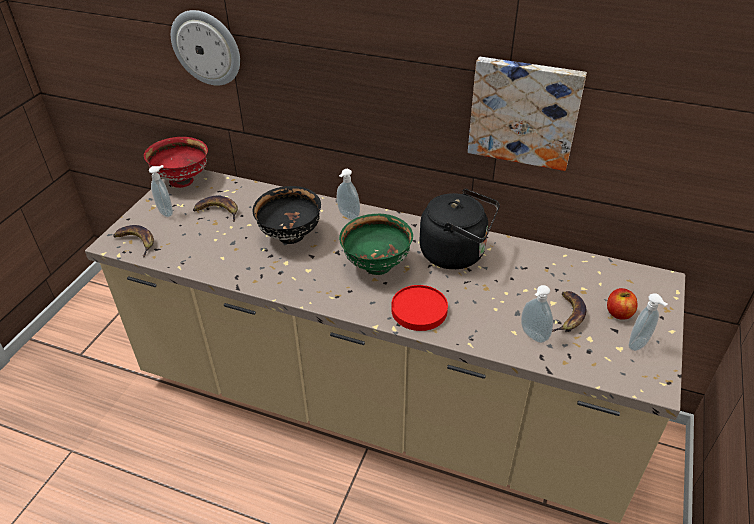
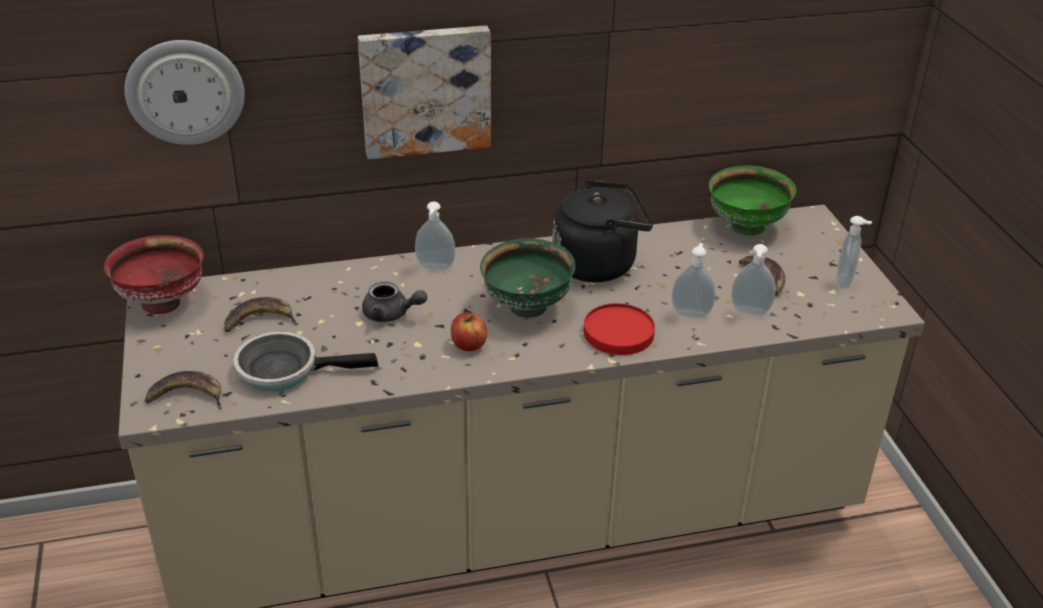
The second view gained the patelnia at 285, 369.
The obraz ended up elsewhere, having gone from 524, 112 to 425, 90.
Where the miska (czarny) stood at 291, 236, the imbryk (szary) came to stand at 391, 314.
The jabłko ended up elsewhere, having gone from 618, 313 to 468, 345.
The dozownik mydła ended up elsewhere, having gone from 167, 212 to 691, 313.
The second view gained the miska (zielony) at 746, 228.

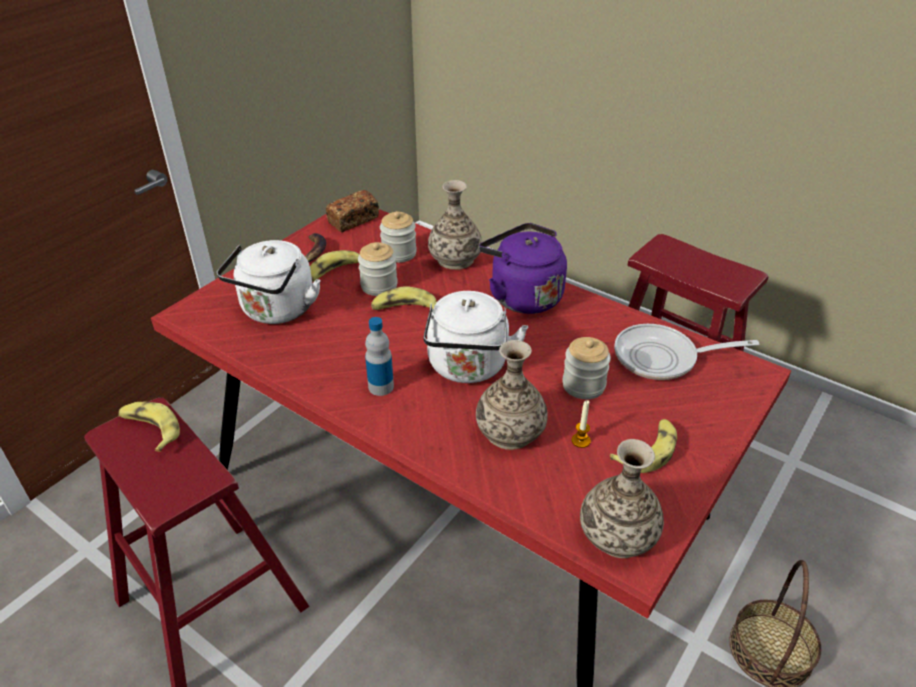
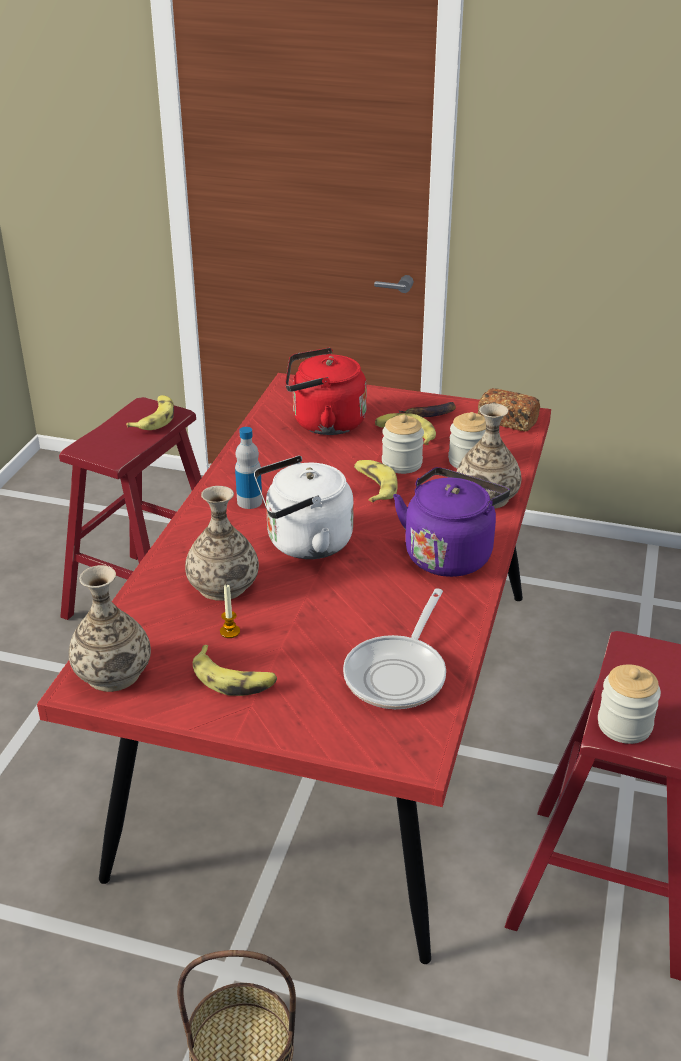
What was the czajnik (biały) at 276, 311 turned into the czajnik (czerwony) at 324, 423.
The patelnia at 662, 358 ended up facing another way, 135 degrees counterclockwise from before.
The słoik ended up elsewhere, having gone from 583, 385 to 624, 725.

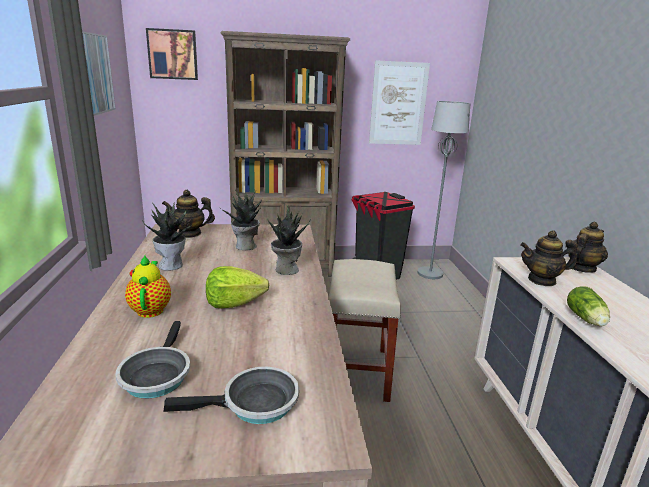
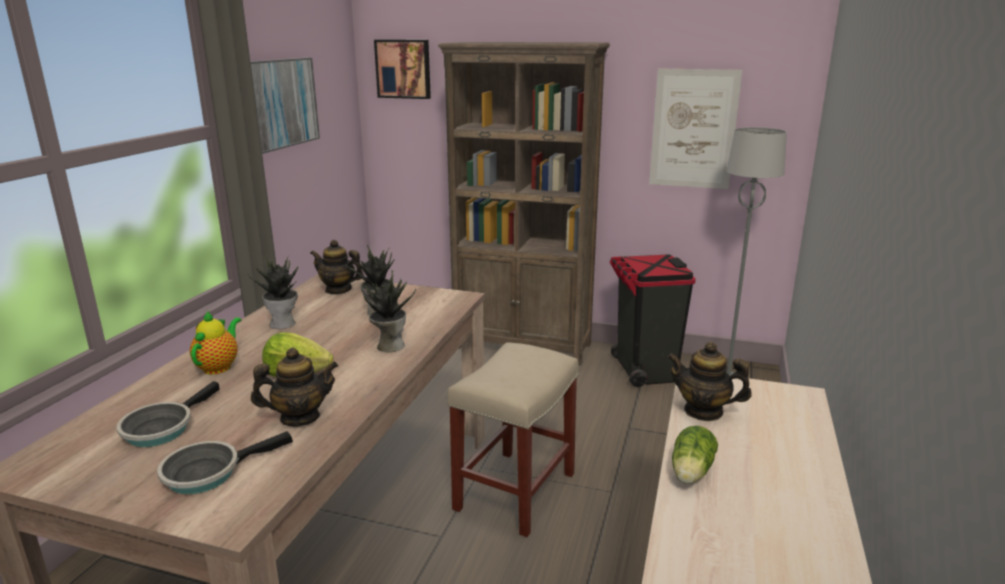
The patelnia at 254, 404 ended up facing another way, 135 degrees clockwise from before.
The imbryk ended up elsewhere, having gone from 581, 268 to 299, 418.

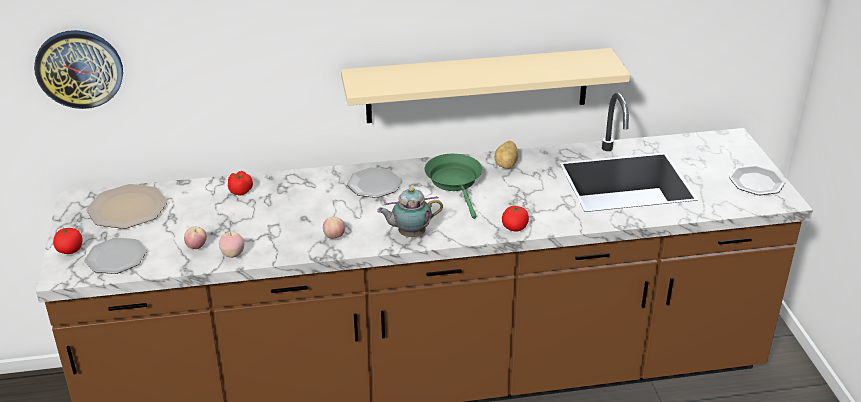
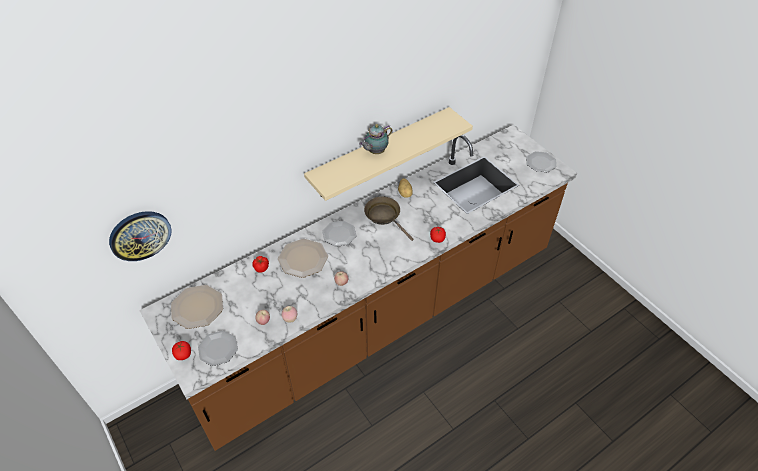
The second view gained the talerz at 303, 259.
The imbryk ended up elsewhere, having gone from 409, 234 to 375, 152.
What was the patelnia (zielony) at 455, 182 turned into the patelnia (brązowy) at 384, 216.

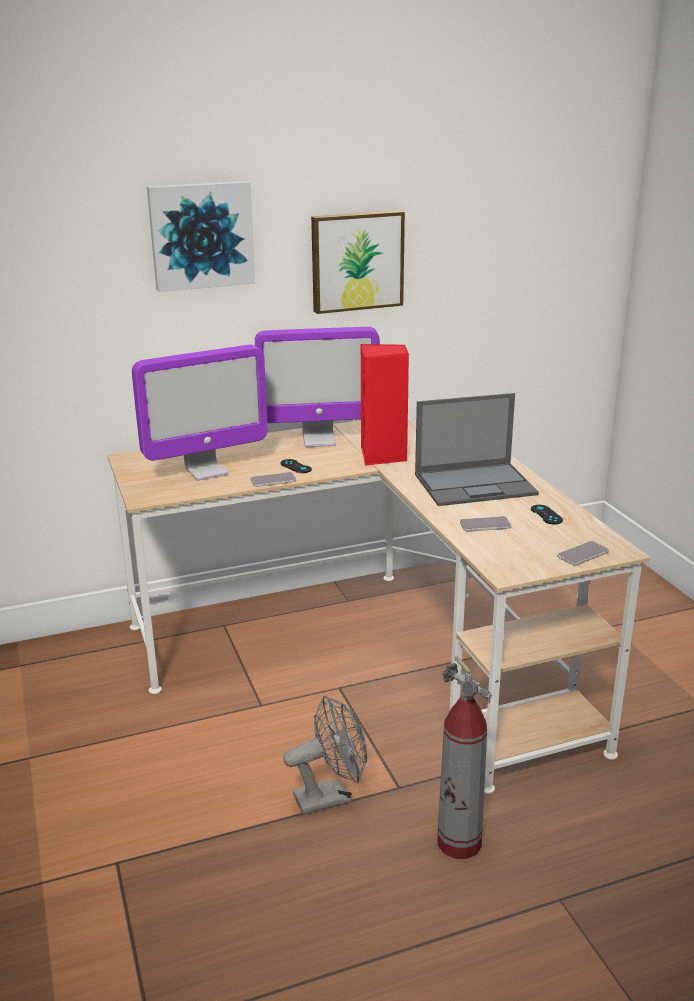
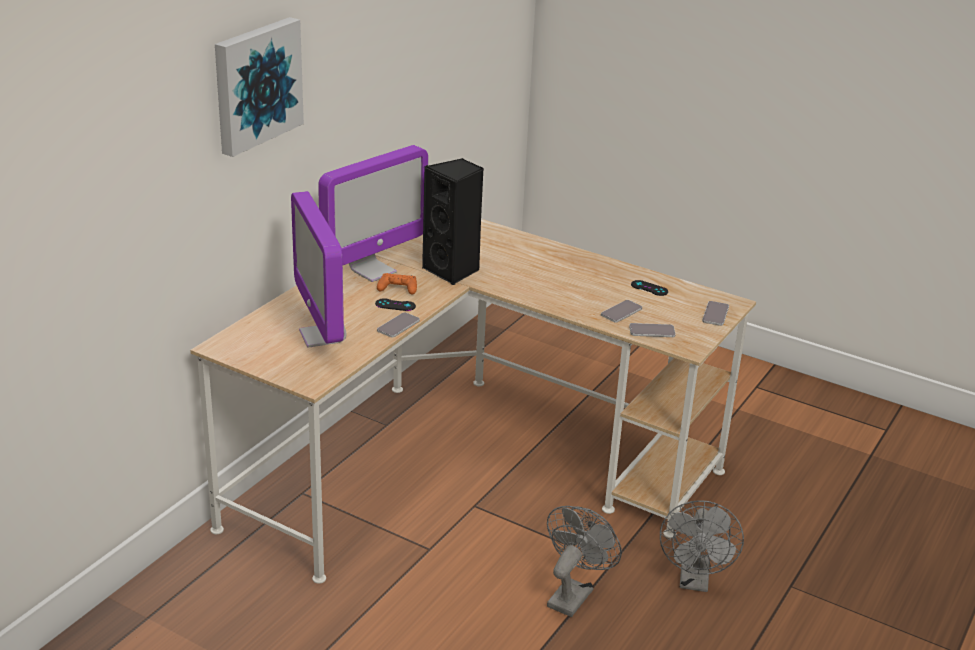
The monitor at 206, 471 ended up facing another way, 135 degrees clockwise from before.
The second view gained the pad do gier (pomarańczowy) at 398, 288.
What was the głośnik (czerwony) at 383, 456 turned into the głośnik (czarny) at 453, 271.
The second view gained the telefon at 652, 331.
Where the gaśnica stood at 459, 843, the wentylator (szary) came to stand at 694, 581.
The second view lost the obraz at 356, 261.
The second view lost the laptop at 476, 484.

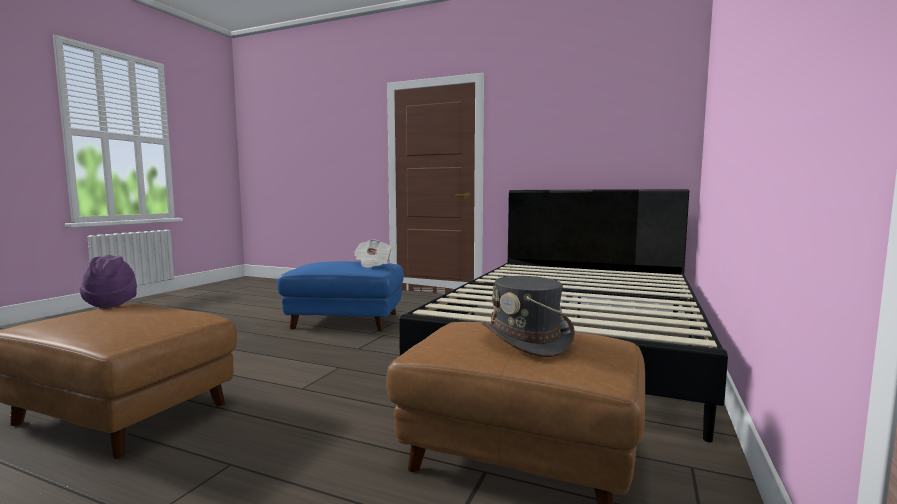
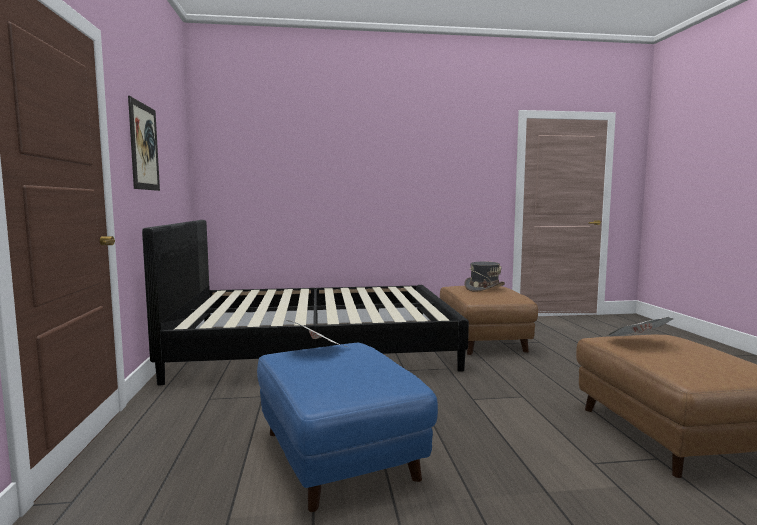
The second view gained the obraz at 144, 147.
The second view gained the gazeta at 636, 343.
The second view lost the kapelusz (fioletowy) at 111, 303.

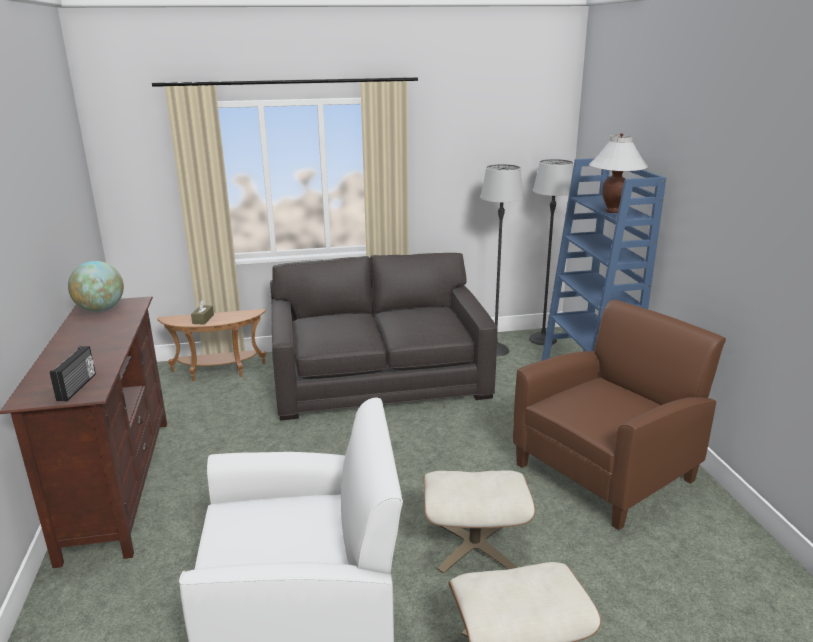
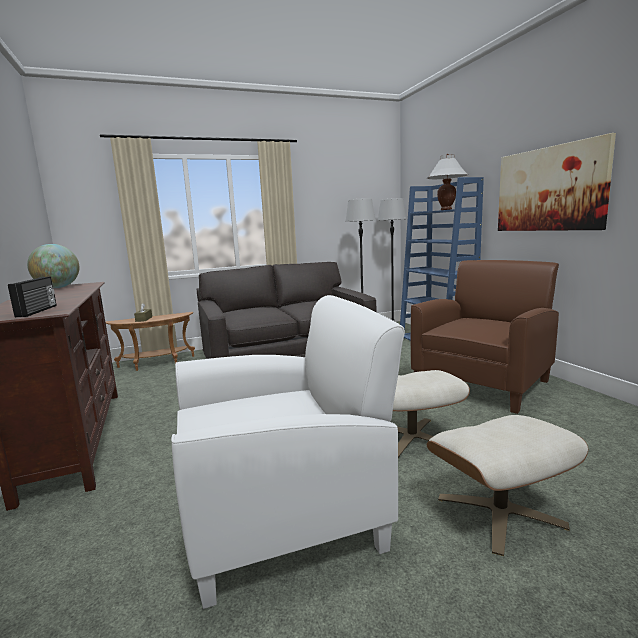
The second view gained the obraz at 549, 189.

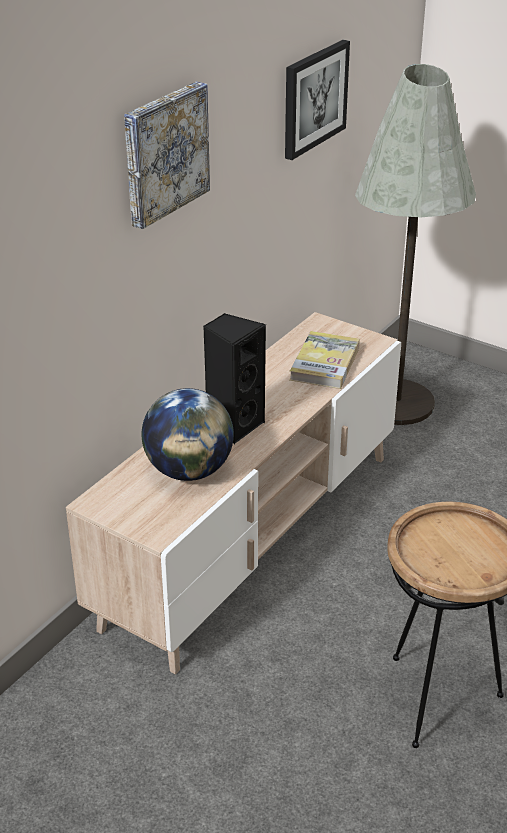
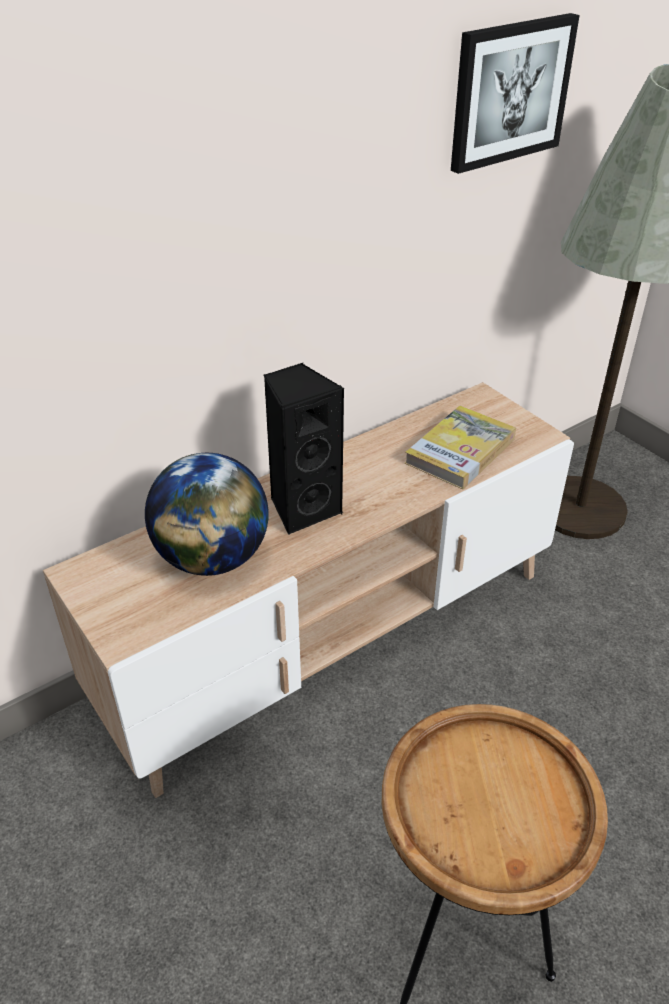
The second view lost the obraz at 164, 153.

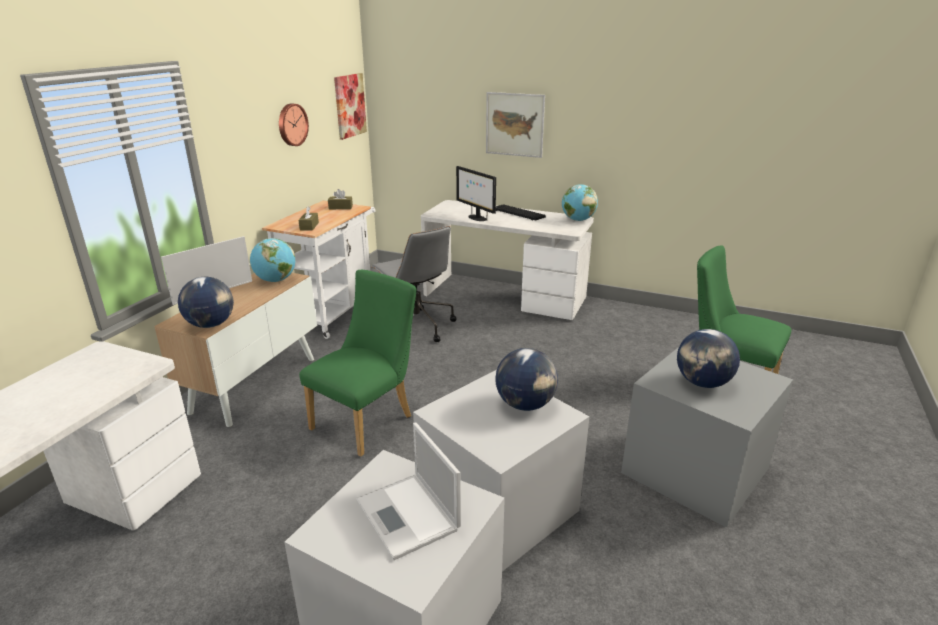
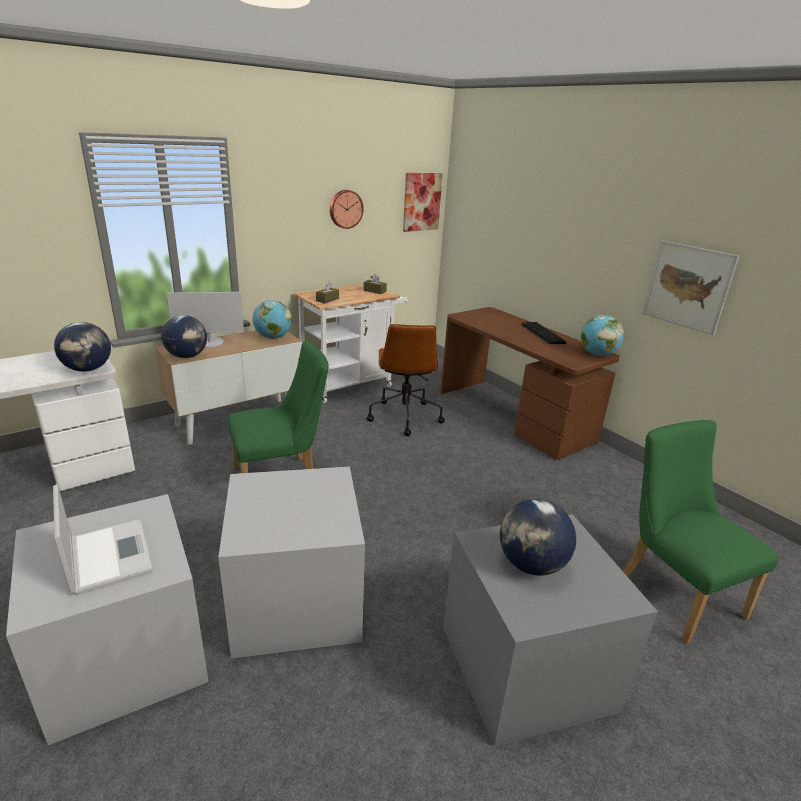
The laptop at 408, 516 ended up facing another way, 150 degrees clockwise from before.
The globus ended up elsewhere, having gone from 525, 405 to 88, 369.
What was the krzesło biurowe (szary) at 416, 326 turned into the krzesło biurowe (brązowy) at 404, 416.
What was the biurko (biały) at 504, 296 turned into the biurko (brązowy) at 514, 415.
The obraz ended up elsewhere, having gone from 514, 124 to 687, 286.
The second view lost the monitor at 476, 218.

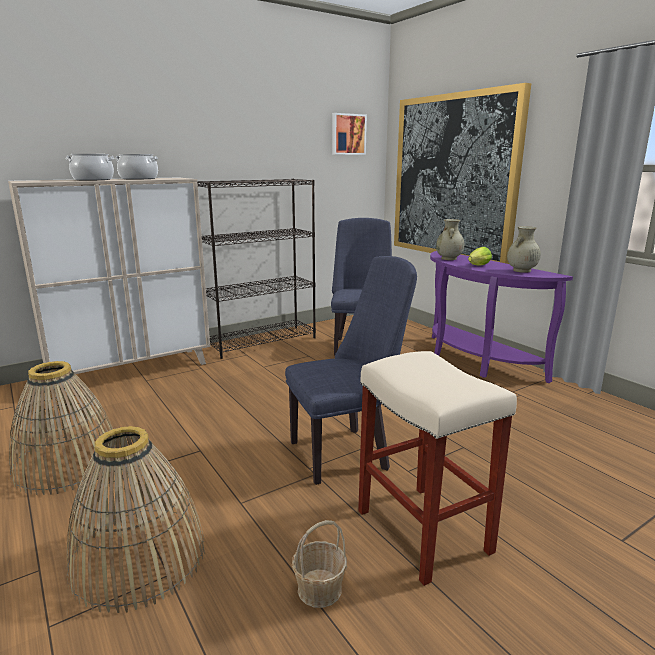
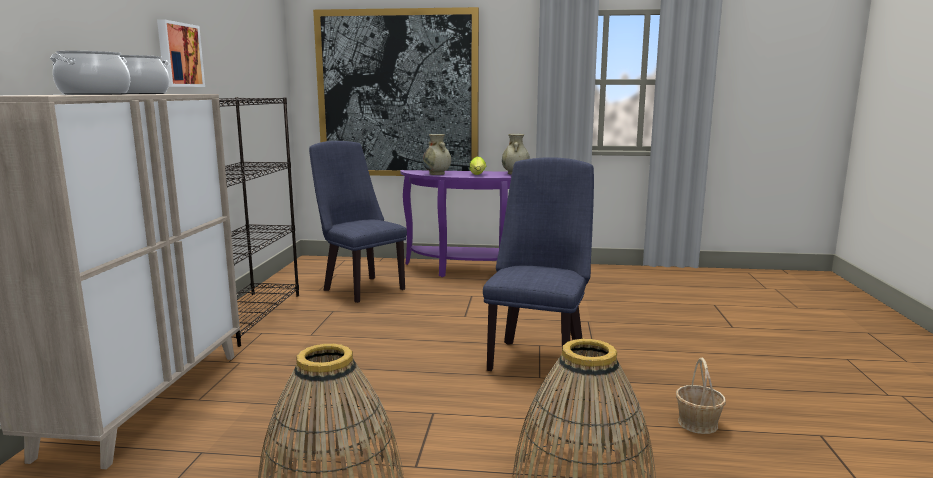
The obraz ended up elsewhere, having gone from 348, 134 to 178, 55.
The second view lost the stołek (beżowy) at 421, 530.

